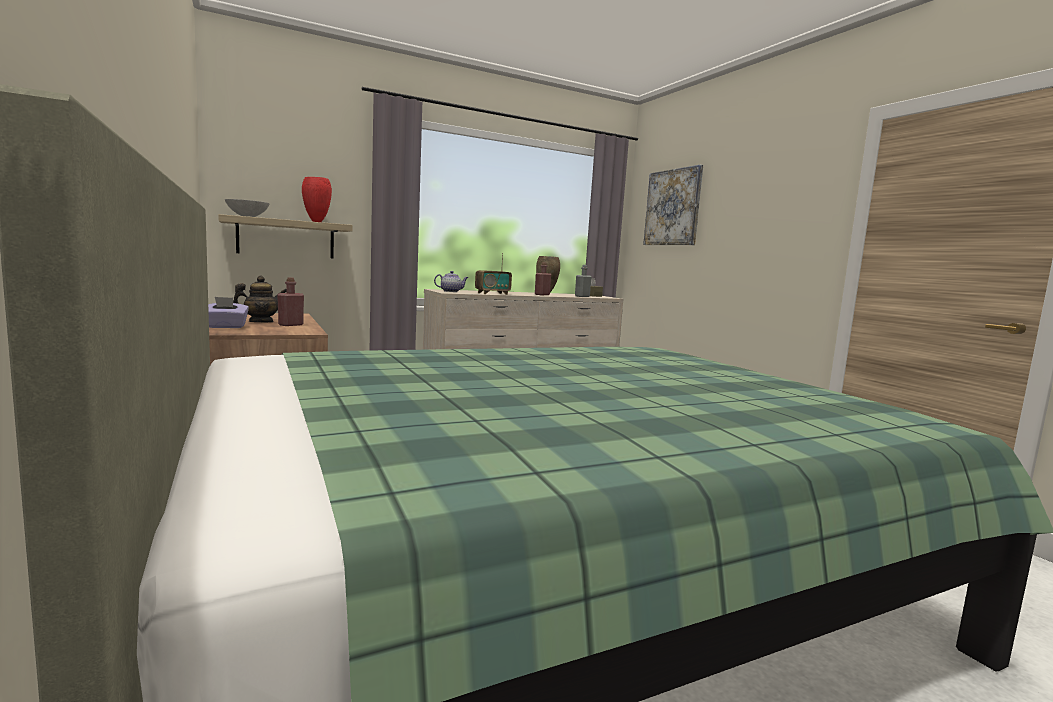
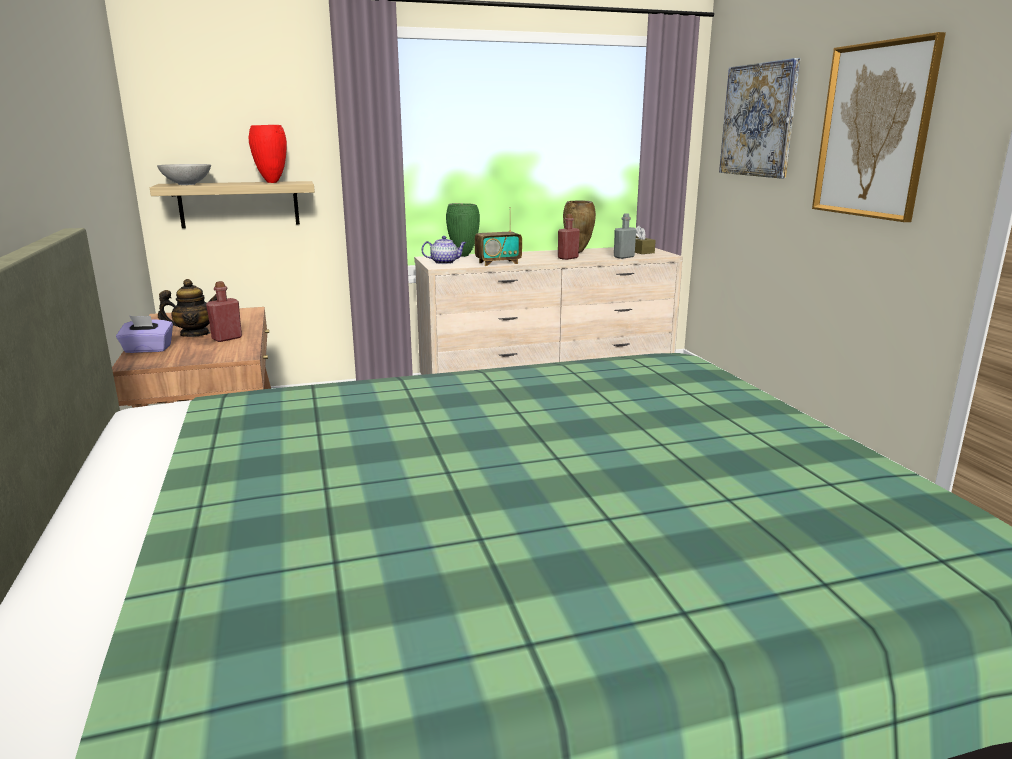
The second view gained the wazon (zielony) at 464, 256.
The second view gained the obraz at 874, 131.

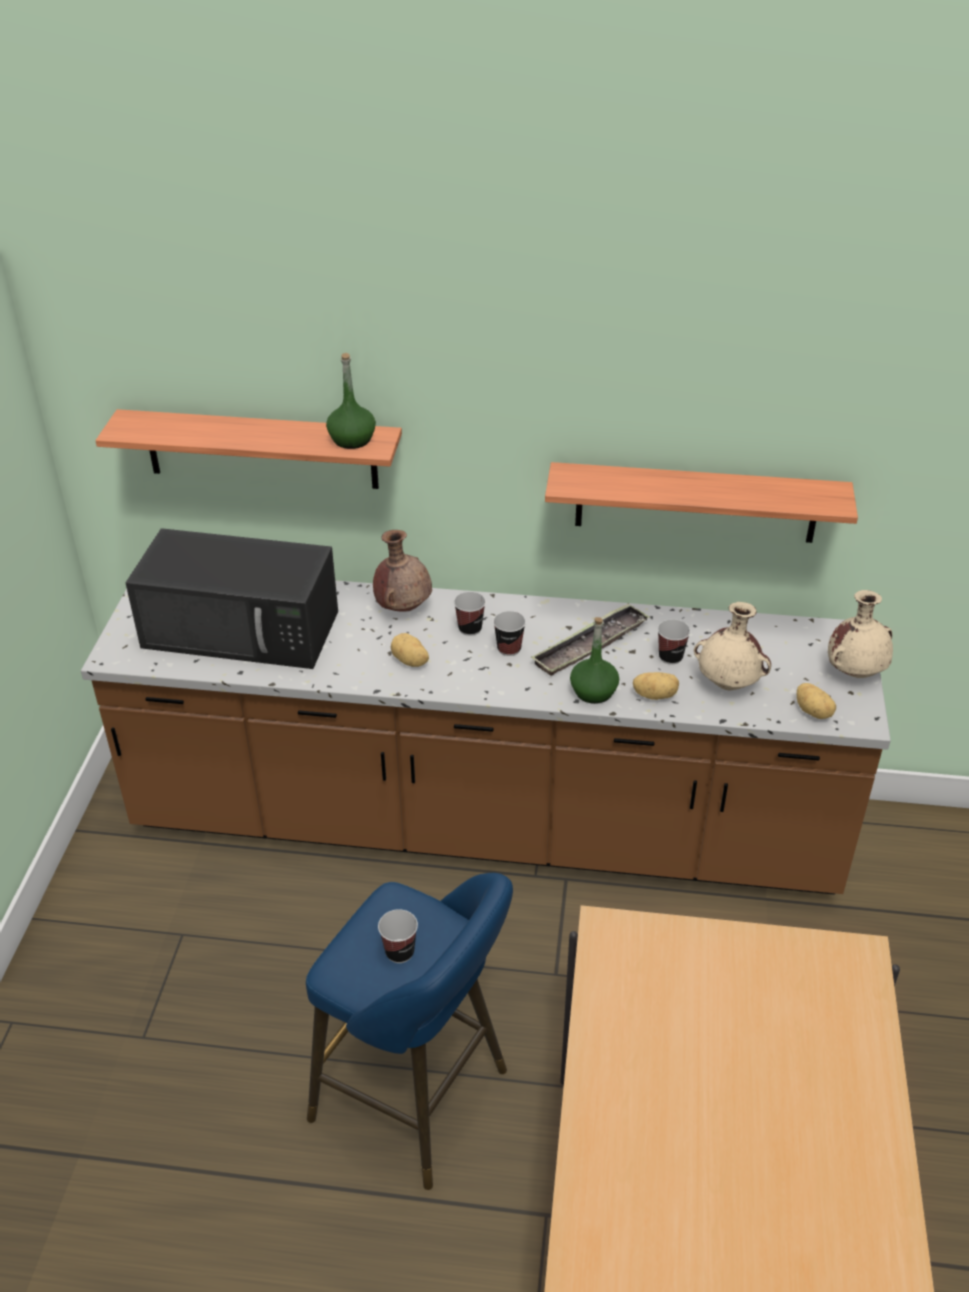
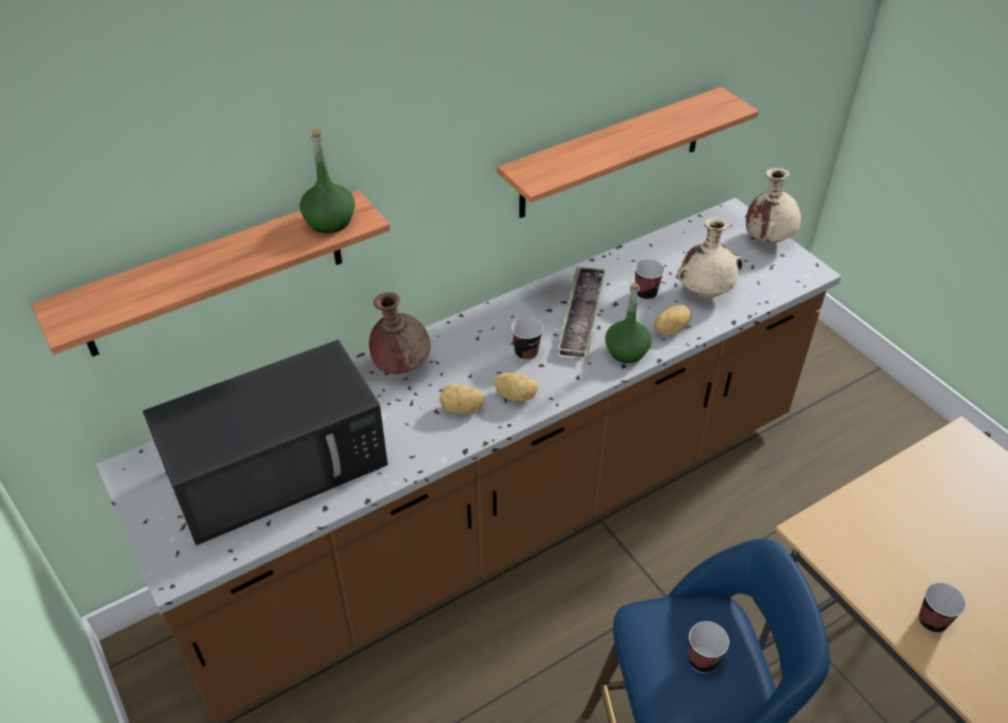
The ziemniak ended up elsewhere, having gone from 814, 711 to 516, 395.
The filiżanka ended up elsewhere, having gone from 470, 629 to 932, 621.

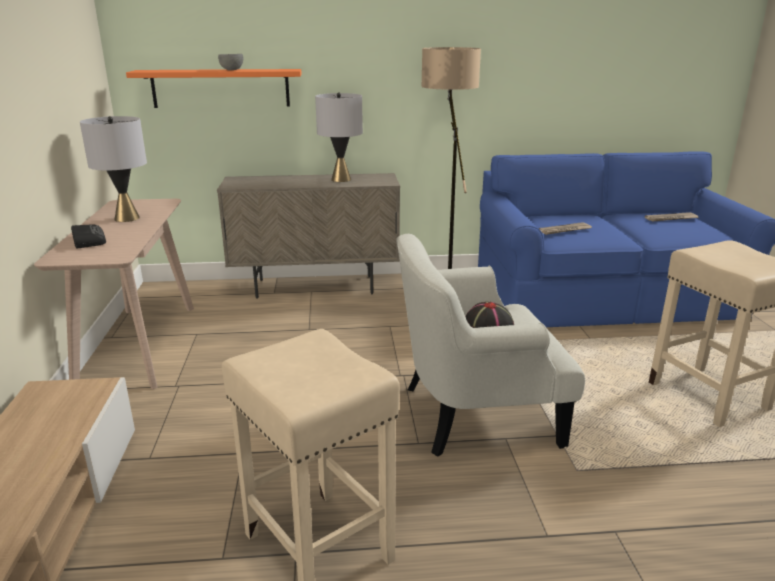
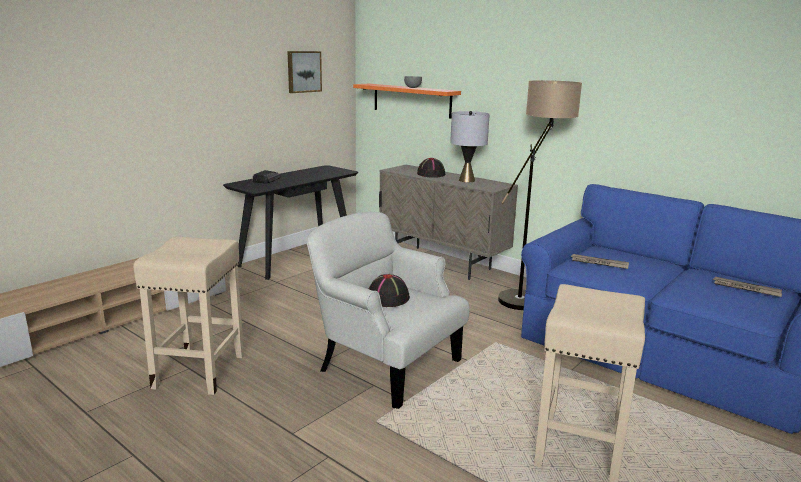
What was the stolik konsolowy (beżowy) at 138, 344 turned into the stolik konsolowy (czarny) at 297, 257.
The second view gained the obraz at 303, 71.
The second view gained the kapelusz (czarny) at 431, 174.
The second view lost the lampa stołowa (szary) at 127, 218.

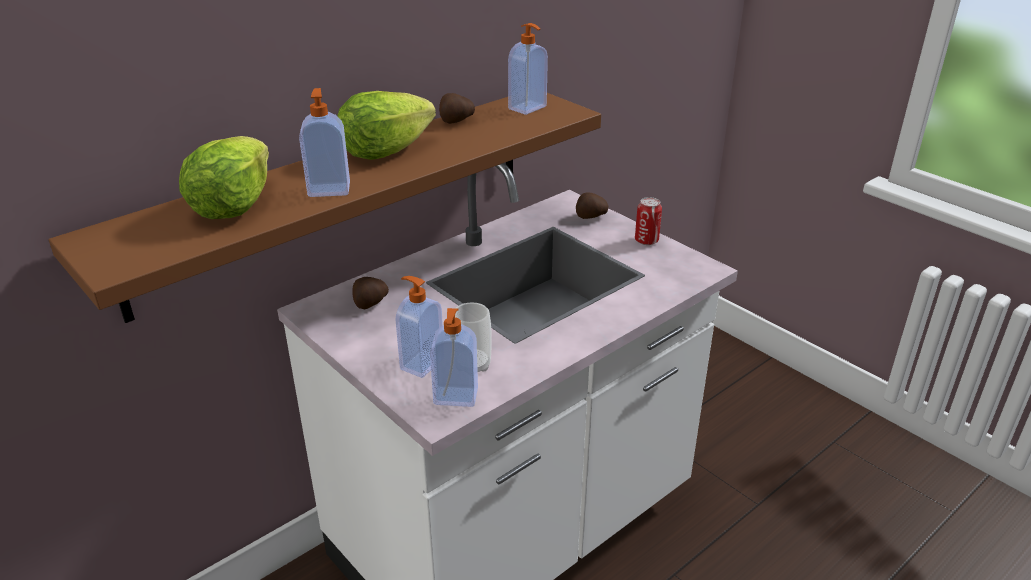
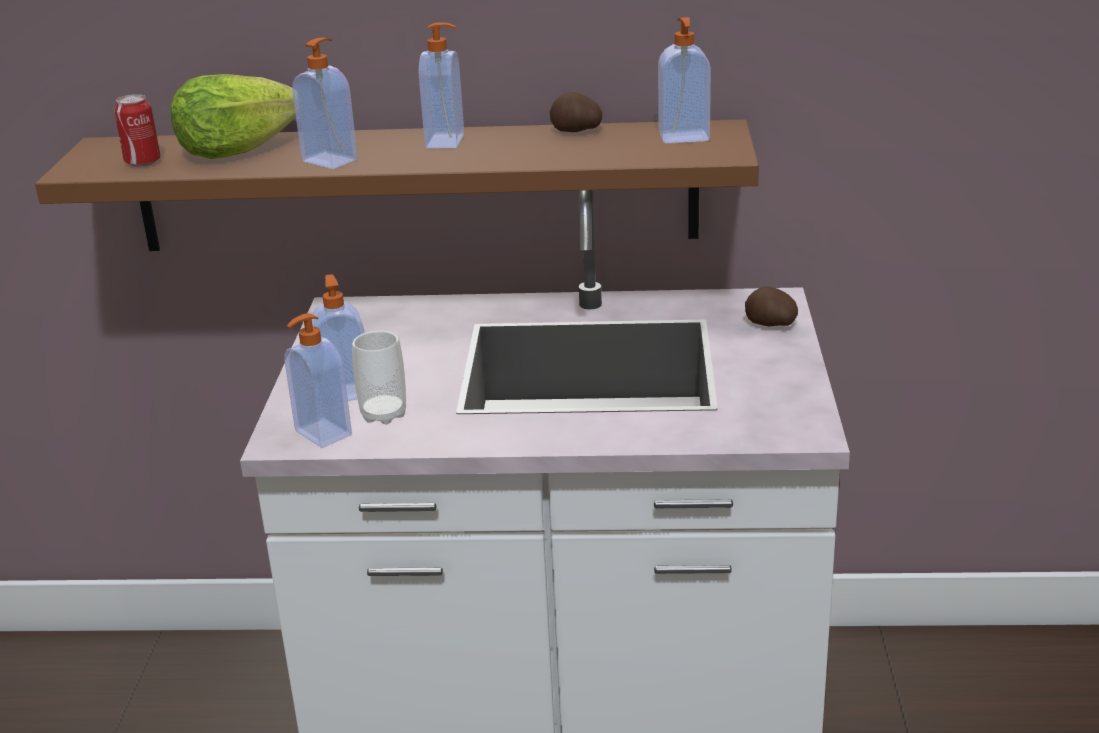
The puszka ended up elsewhere, having gone from 646, 240 to 142, 162.
Where the sałata stood at 384, 151, the dozownik mydła came to stand at 446, 141.
The second view lost the ziemniak at 370, 304.

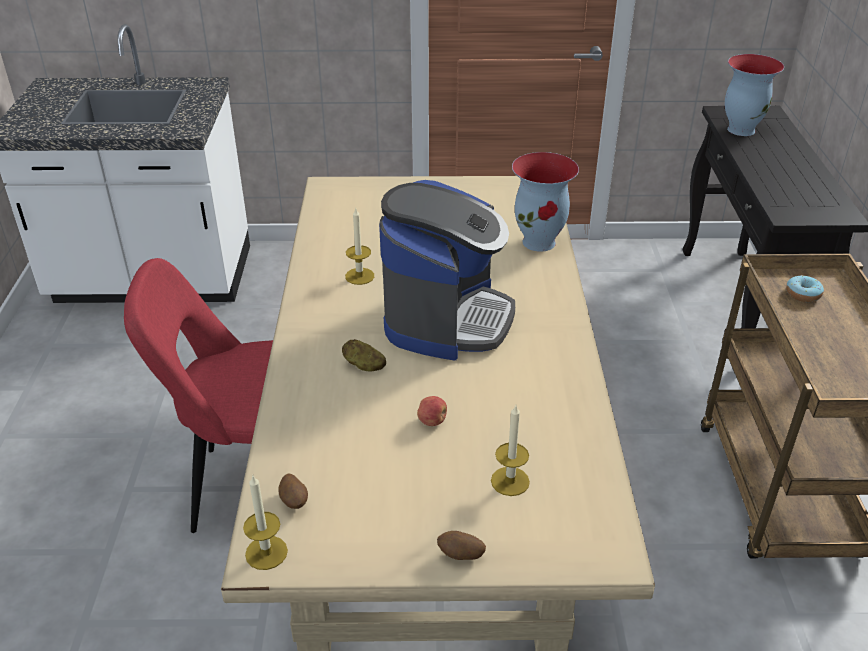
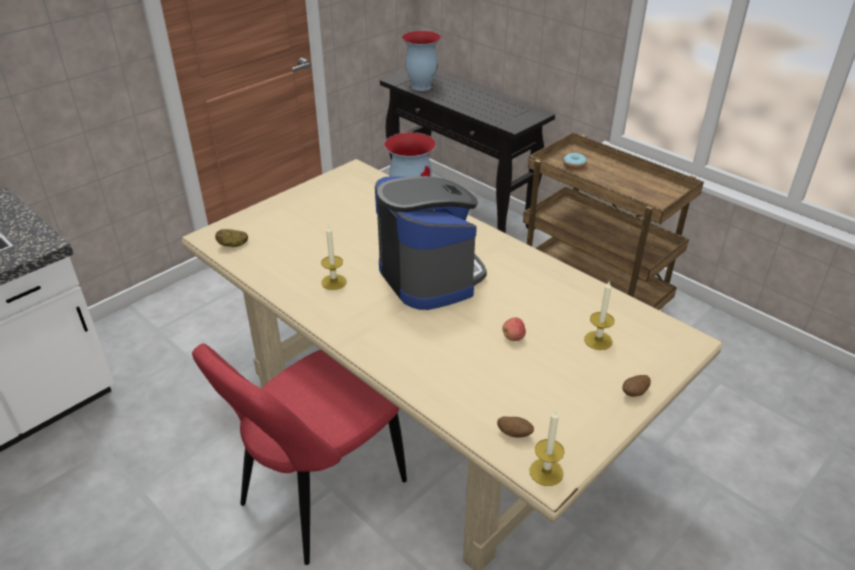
The ziemniak ended up elsewhere, having gone from 364, 366 to 233, 245.

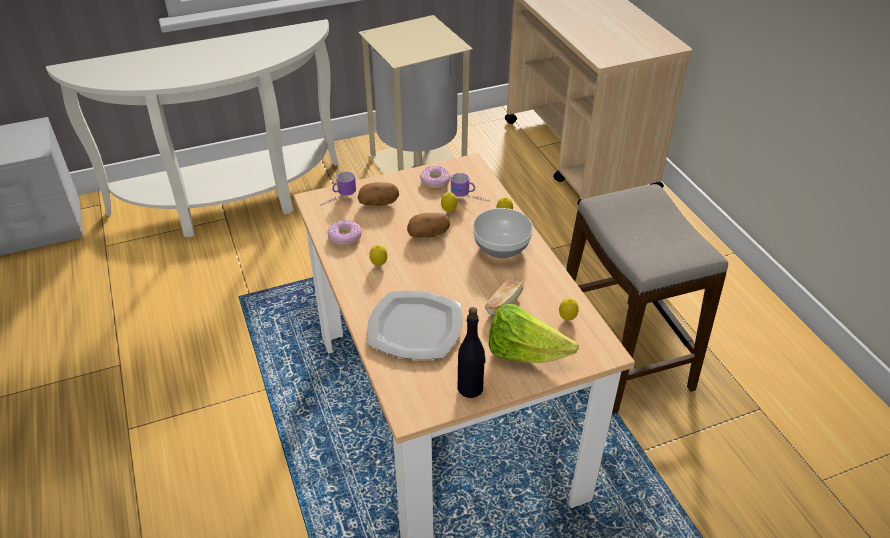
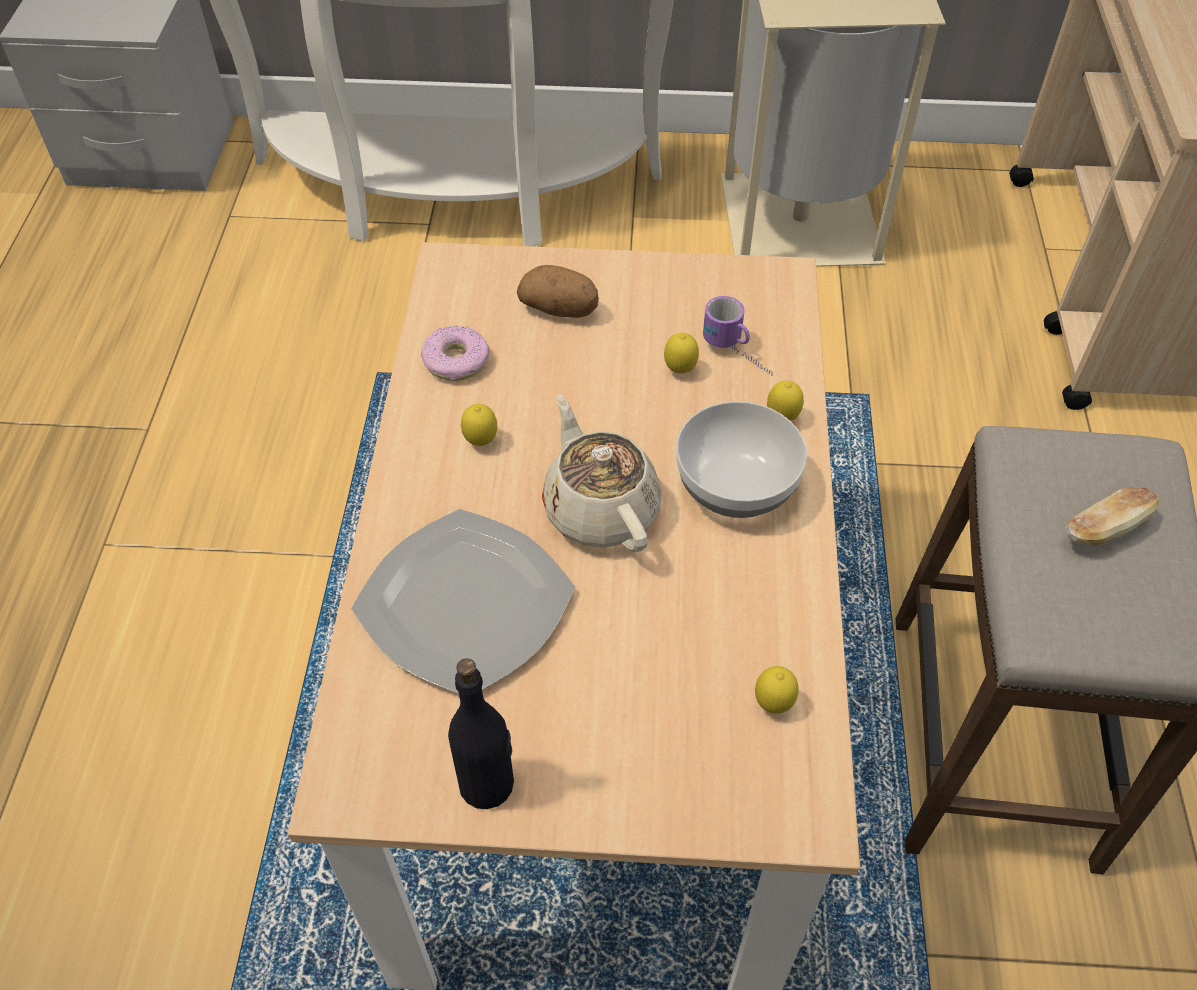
The second view gained the imbryk (beżowy) at 600, 508.
The chleb ended up elsewhere, having gone from 503, 304 to 1104, 529.
The second view lost the kubek at 338, 199.
The second view lost the ziemniak at 428, 234.
The second view lost the donut at 435, 181.
The second view lost the sałata at 524, 353.

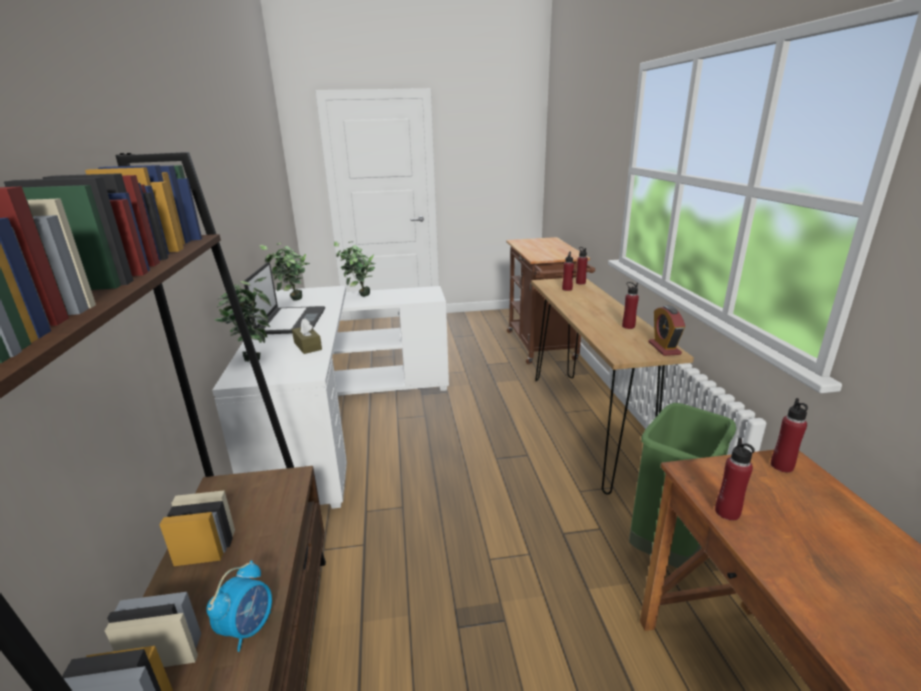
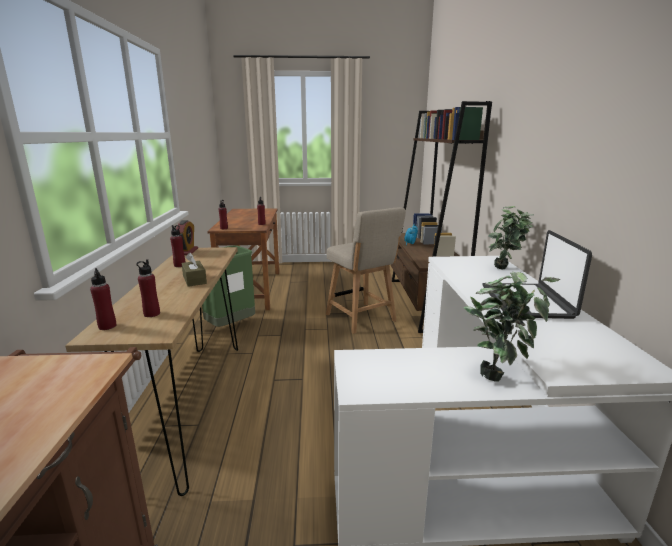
The pudełko chusteczek (brązowy) ended up elsewhere, having gone from 307, 346 to 194, 280.
The second view gained the krzesło (beżowy) at 362, 319.
The second view lost the roślina doniczkowa at 292, 301.

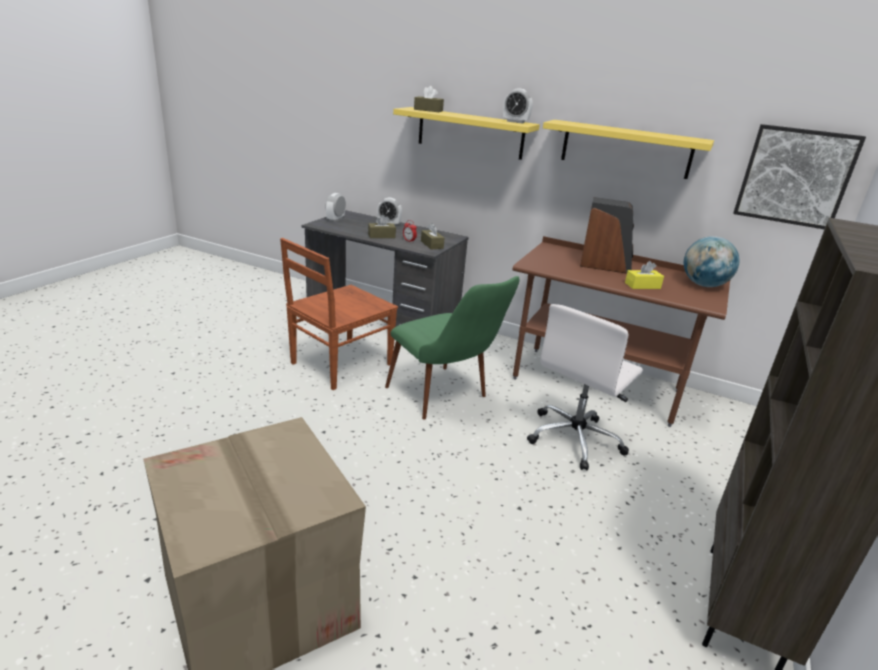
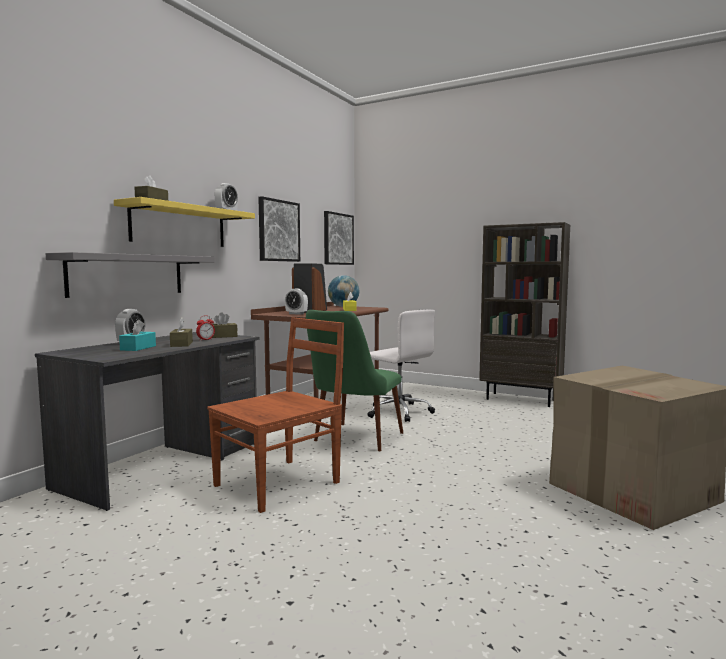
The second view gained the półka (szary) at 127, 275.
The second view gained the pudełko chusteczek (turkusowy) at 138, 348.
The krzesło (brązowy) at 339, 364 ended up facing another way, 90 degrees counterclockwise from before.
Where the półka (żółty) hung at 626, 149, the obraz came to hang at 278, 231.
The budzik ended up elsewhere, having gone from 335, 219 to 296, 314.
The krzesło (zielony) at 445, 399 ended up facing another way, 150 degrees clockwise from before.

